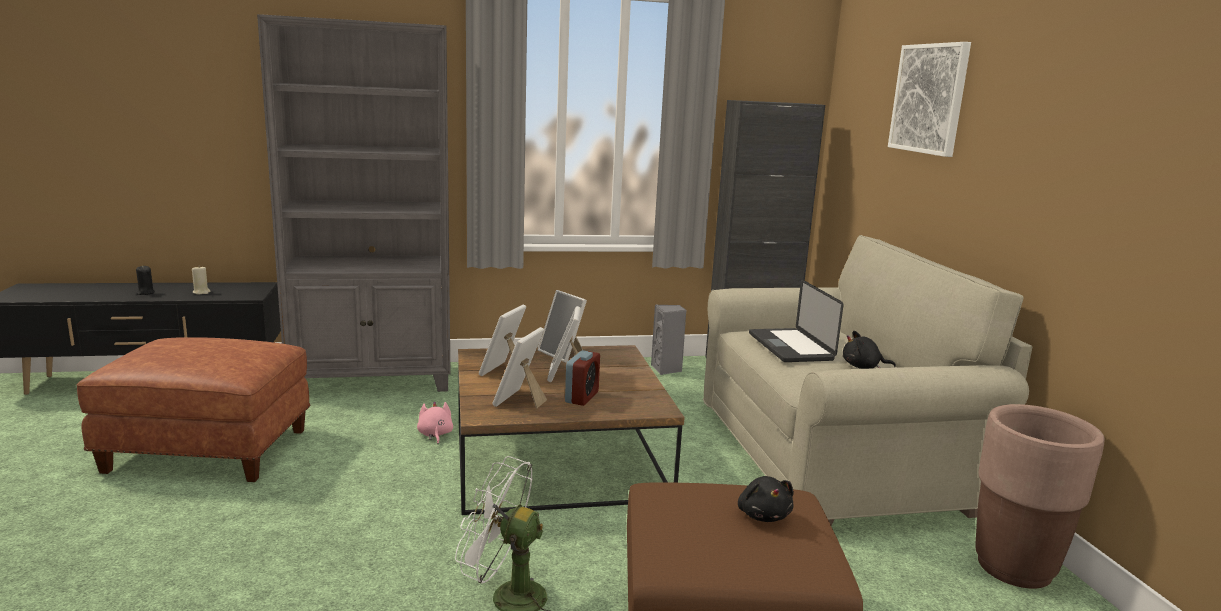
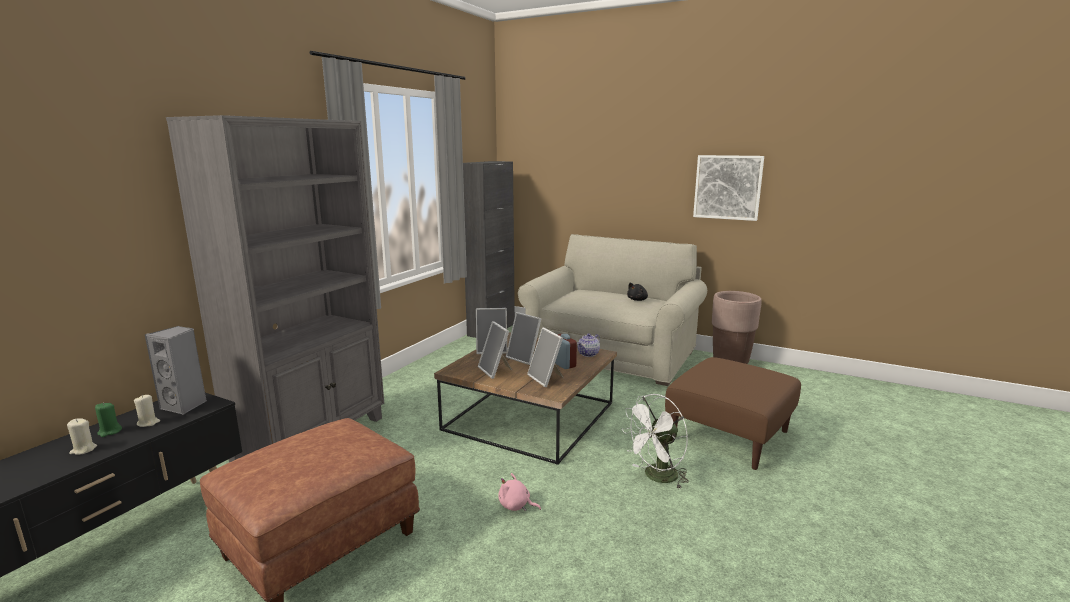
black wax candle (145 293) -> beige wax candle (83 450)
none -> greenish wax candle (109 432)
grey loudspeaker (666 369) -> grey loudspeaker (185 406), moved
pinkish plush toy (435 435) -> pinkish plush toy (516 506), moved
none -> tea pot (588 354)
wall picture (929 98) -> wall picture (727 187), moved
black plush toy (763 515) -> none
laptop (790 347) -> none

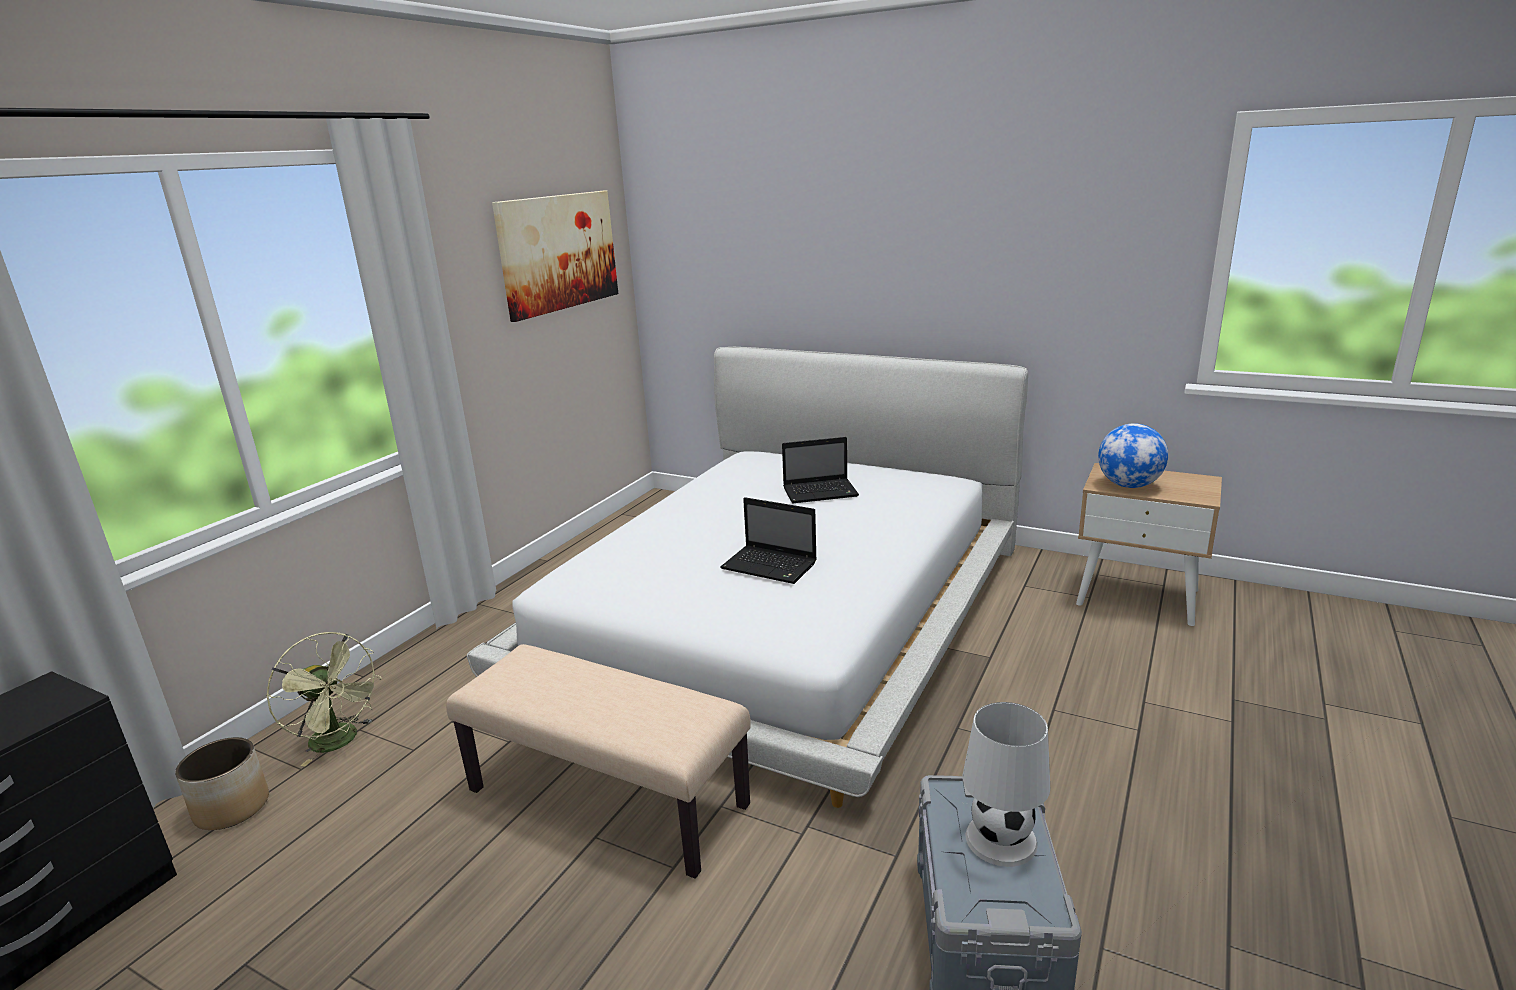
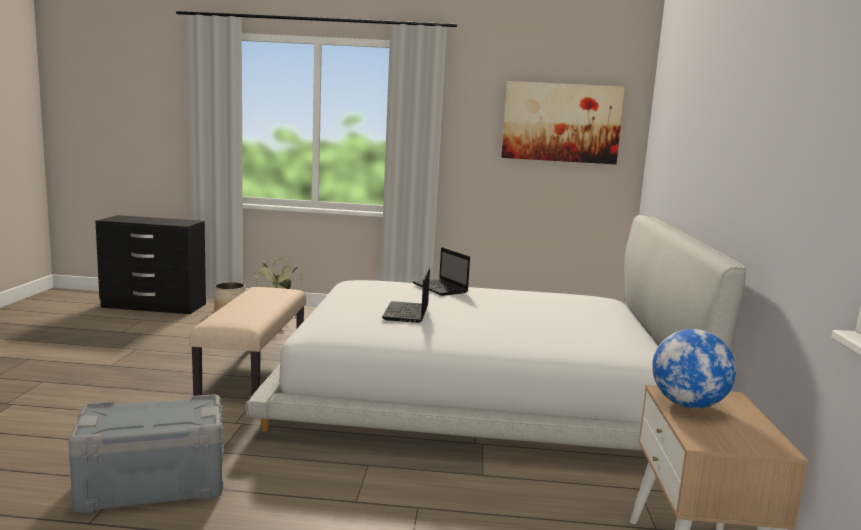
laptop (821 492) -> laptop (441 288), moved
white-coloured table lamp (1002 840) -> none

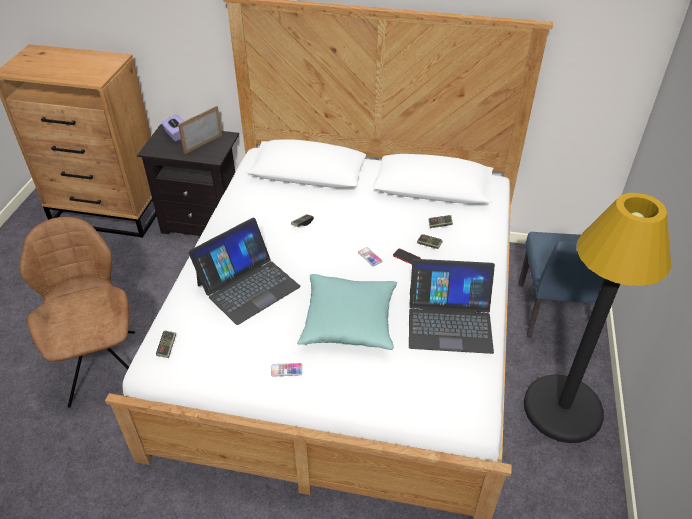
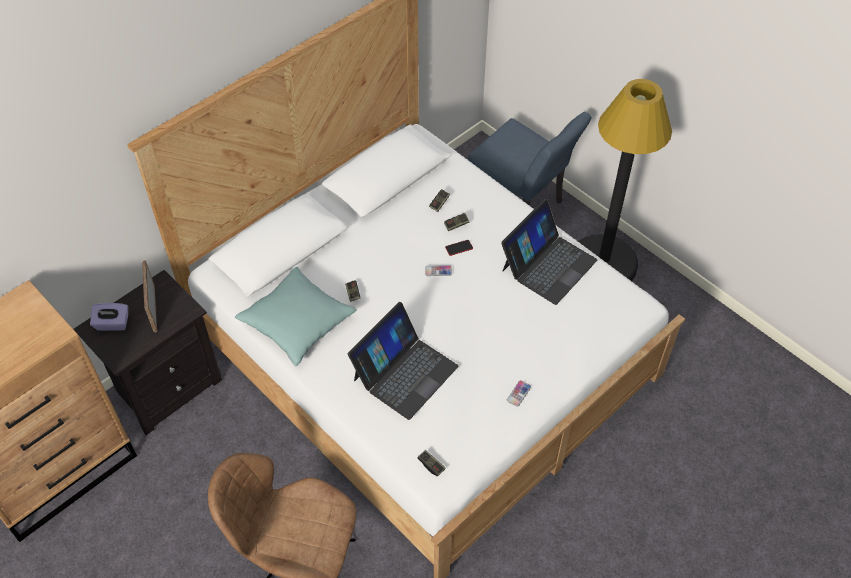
blue-green cushion (349 322) -> blue-green cushion (297 323), moved
laptop (248 285) -> laptop (404 372), 45 degrees clockwise

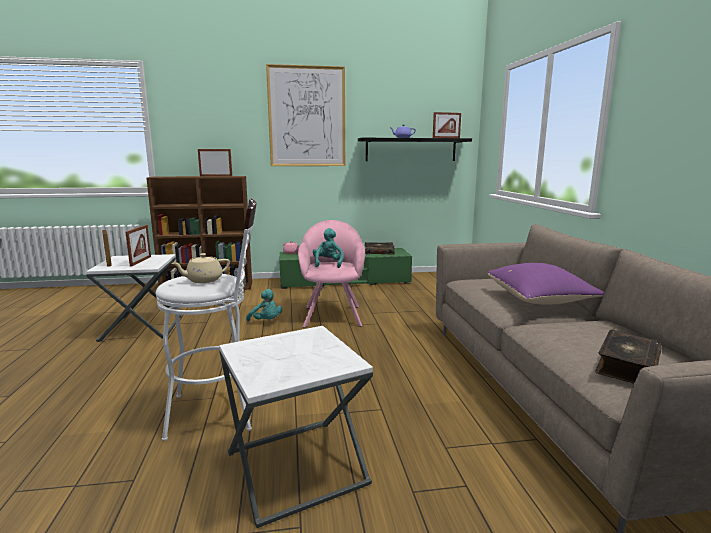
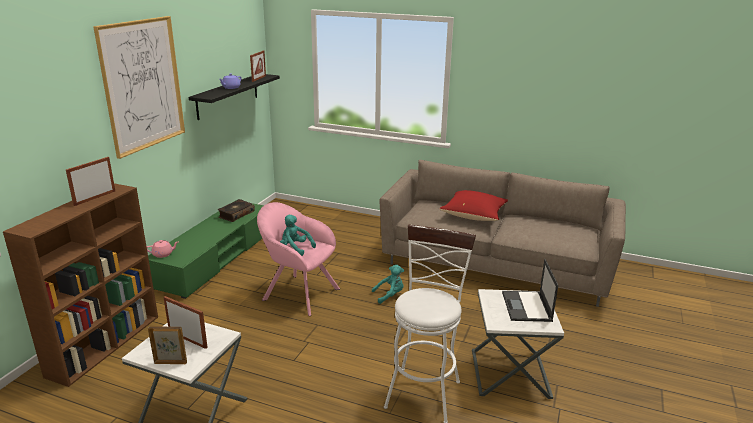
blue-green plush toy (266 321) -> blue-green plush toy (389 295), moved
purple cushion (540 301) -> red cushion (474 216)
none -> laptop (527 307)
beige tea pot (203 280) -> none
book (626 367) -> none

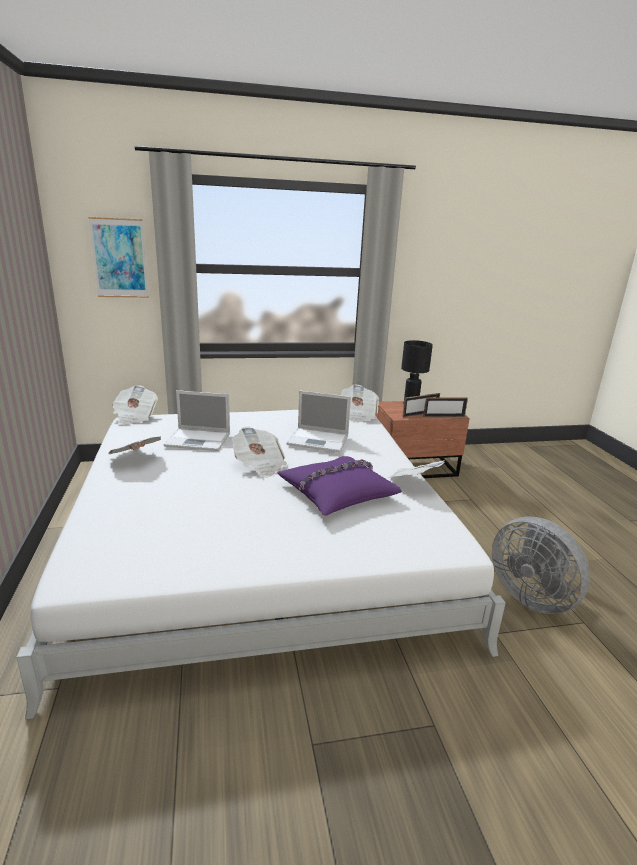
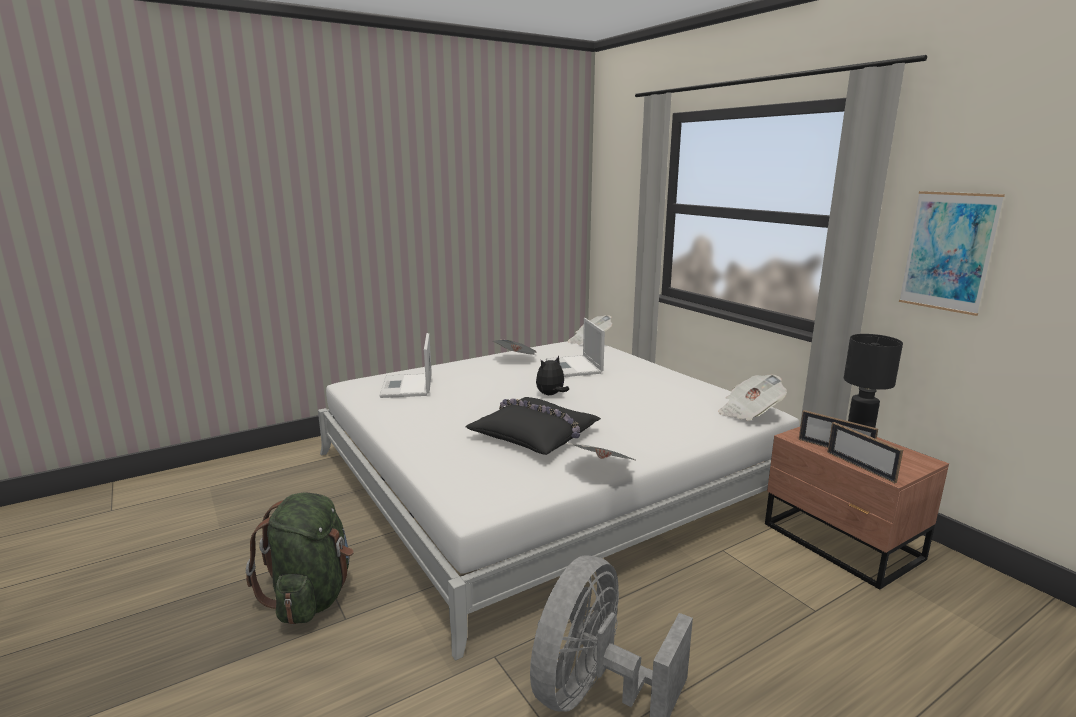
none -> greenish backpack (312 596)
laptop (319 440) -> laptop (407 387), moved
purple cushion (337 492) -> black cushion (535 435)
newspaper (259 465) -> plush toy (551 395)
wall picture (119 258) -> wall picture (948 252), moved

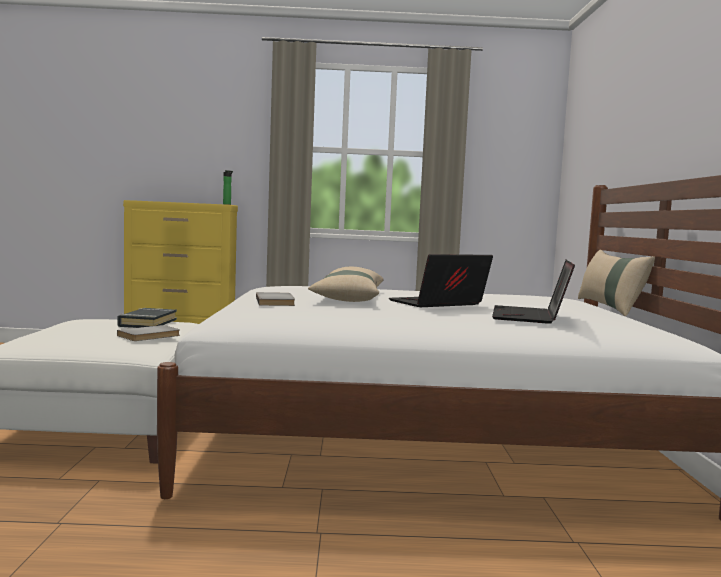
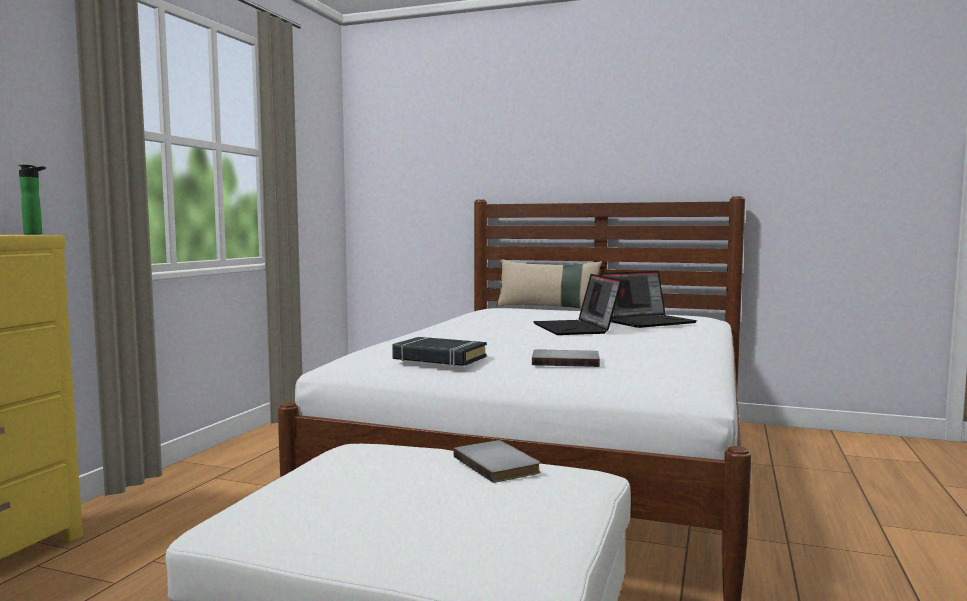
black book (147 323) -> black book (439 358), moved
laptop (530 317) -> laptop (648 322), 60 degrees counterclockwise
beige cushion (348 297) -> none

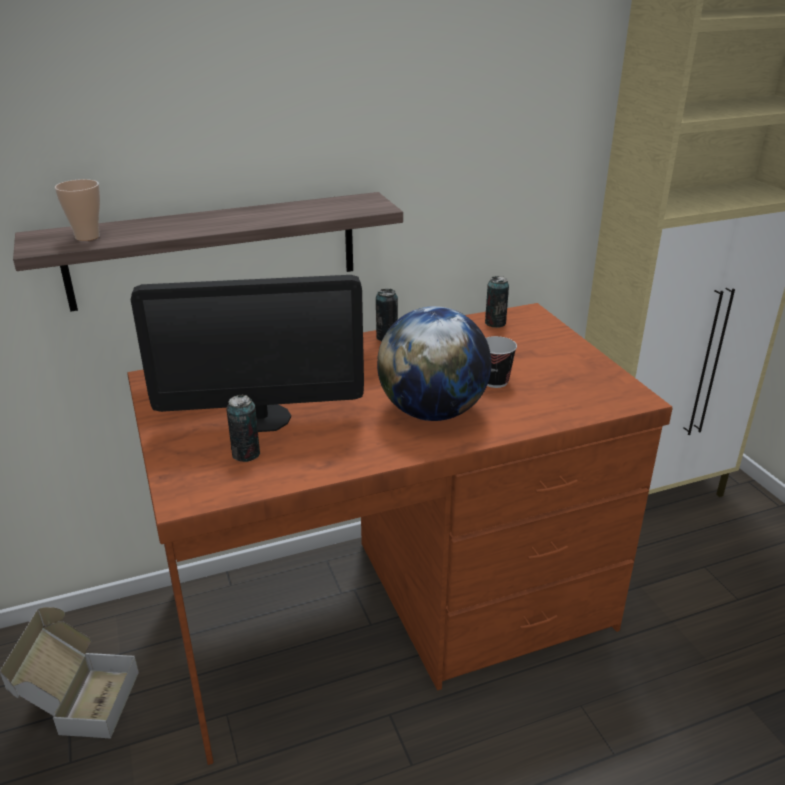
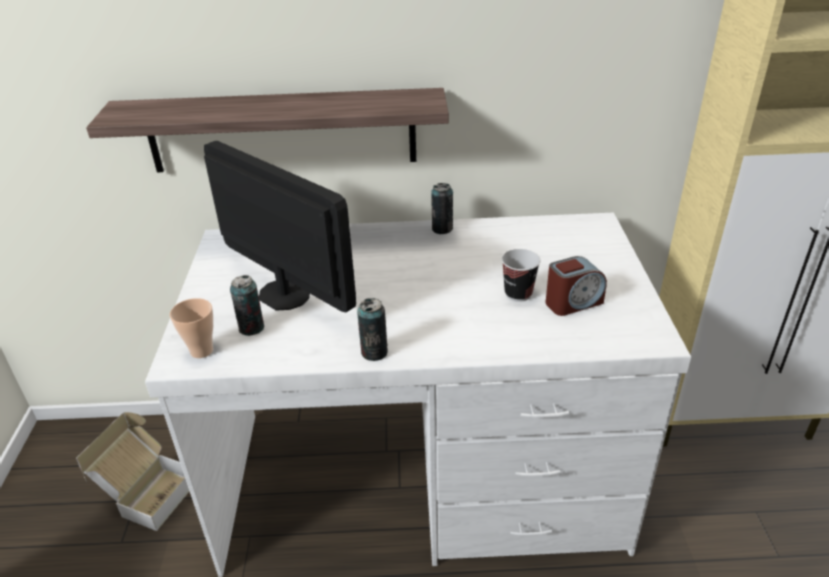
brownish desk (392 613) -> white-coloured desk (423 481)
small cup (87 237) -> small cup (201 351), moved
monitor (261 418) -> monitor (284 294), 150 degrees counterclockwise
sealed can (495 323) -> sealed can (374 352), moved
none -> bedside clock (573 302)
world globe (432 412) -> none

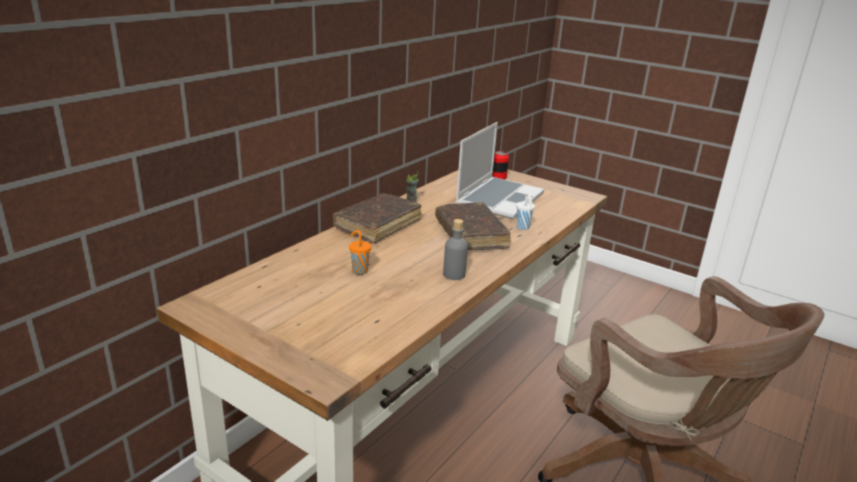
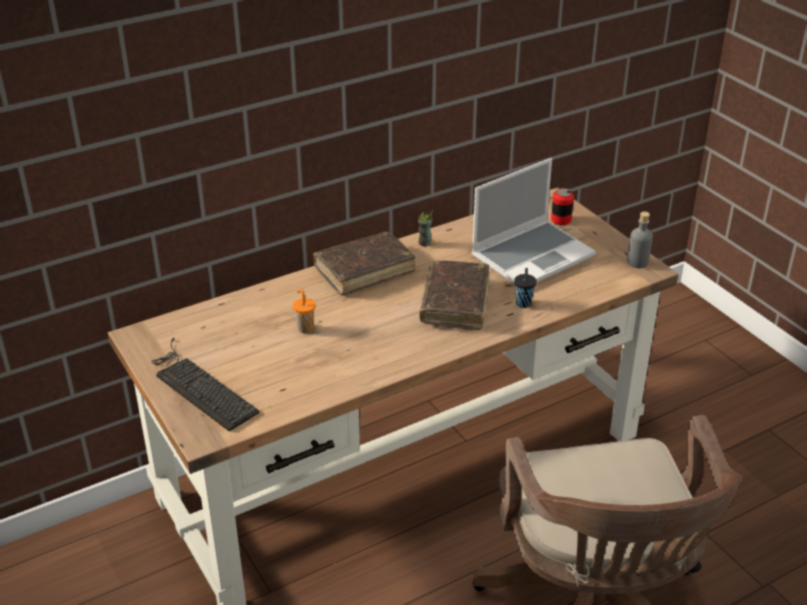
none -> PC keyboard (199 386)
white-coloured small cup (523 228) -> black small cup (523 304)
grey drink bottle (454 275) -> grey drink bottle (637 262), moved

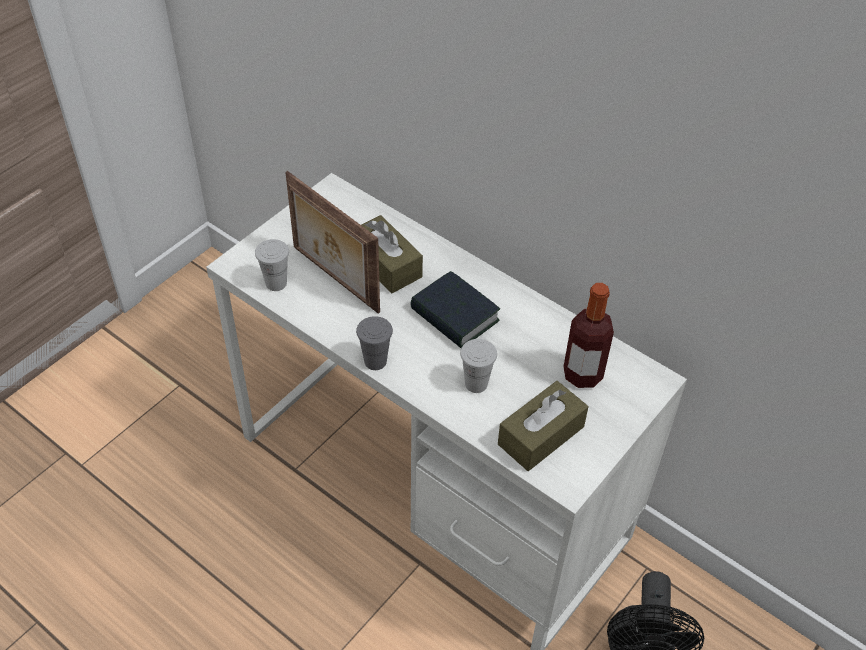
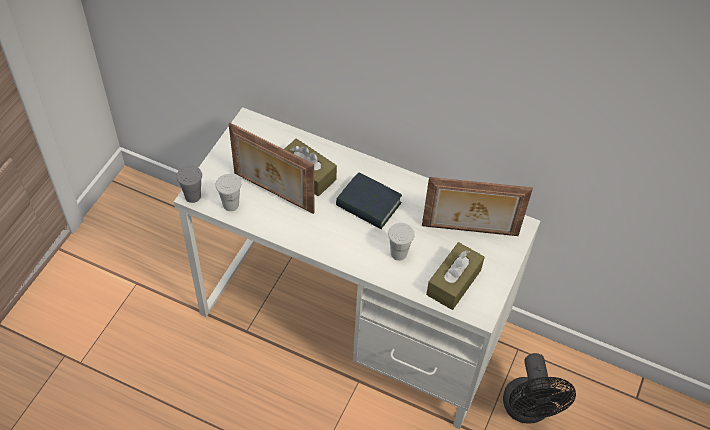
grey small cup (375 361) -> grey small cup (193 196), moved
drink bottle (582 374) -> picture frame (469 231)

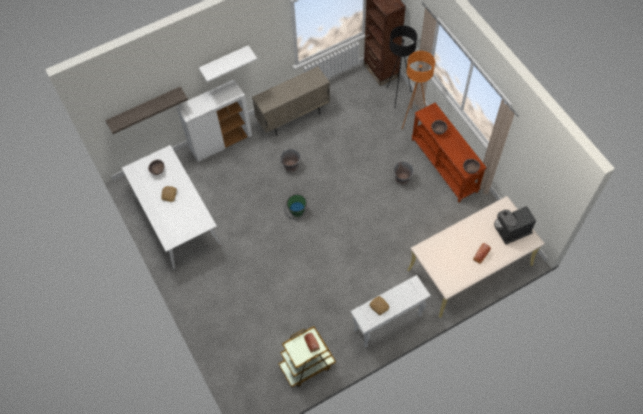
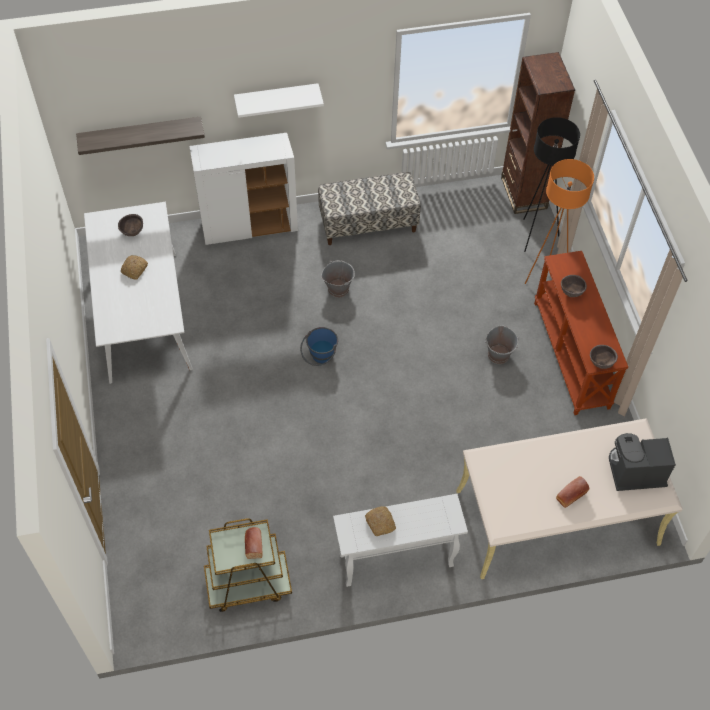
greenish pail (296 213) -> bluish pail (320 358)
beige cabinet (293 118) -> indoor bench (368 223)

